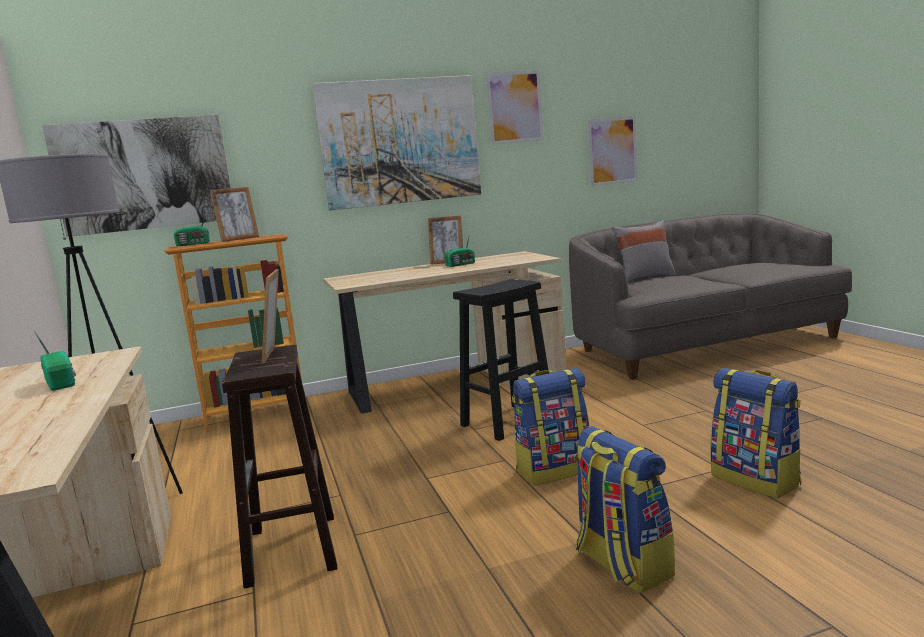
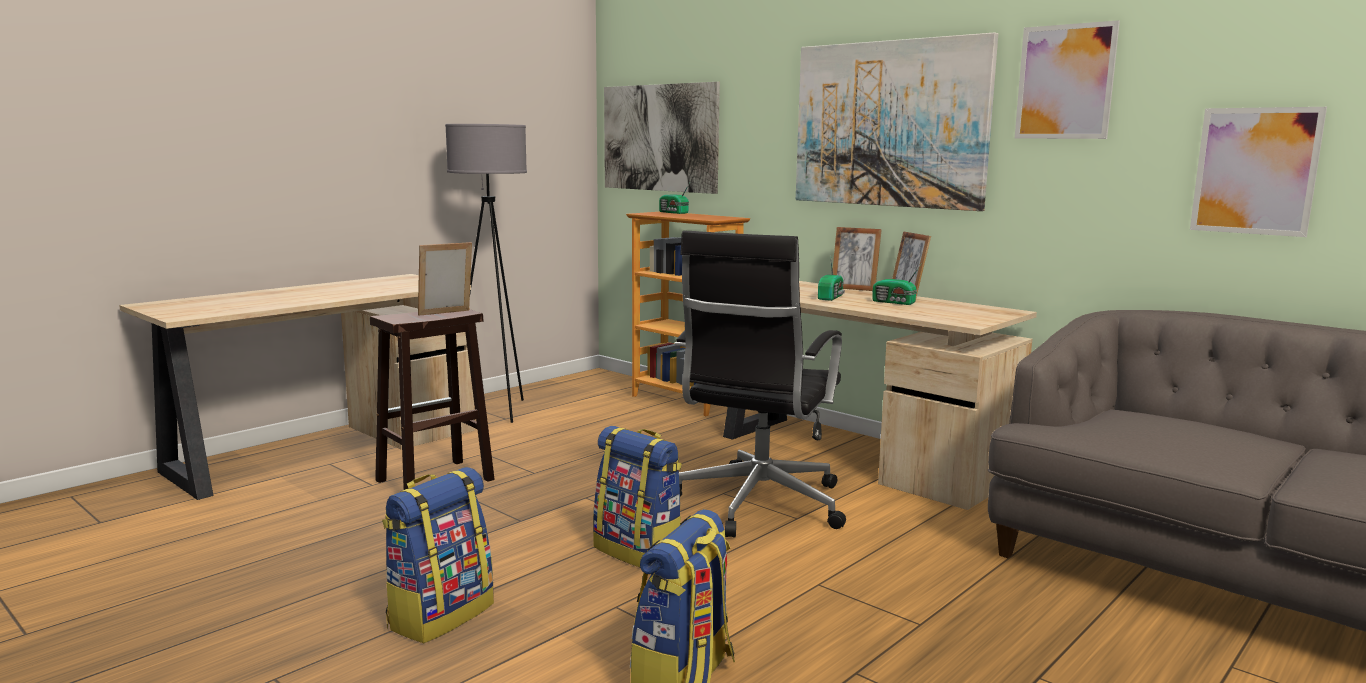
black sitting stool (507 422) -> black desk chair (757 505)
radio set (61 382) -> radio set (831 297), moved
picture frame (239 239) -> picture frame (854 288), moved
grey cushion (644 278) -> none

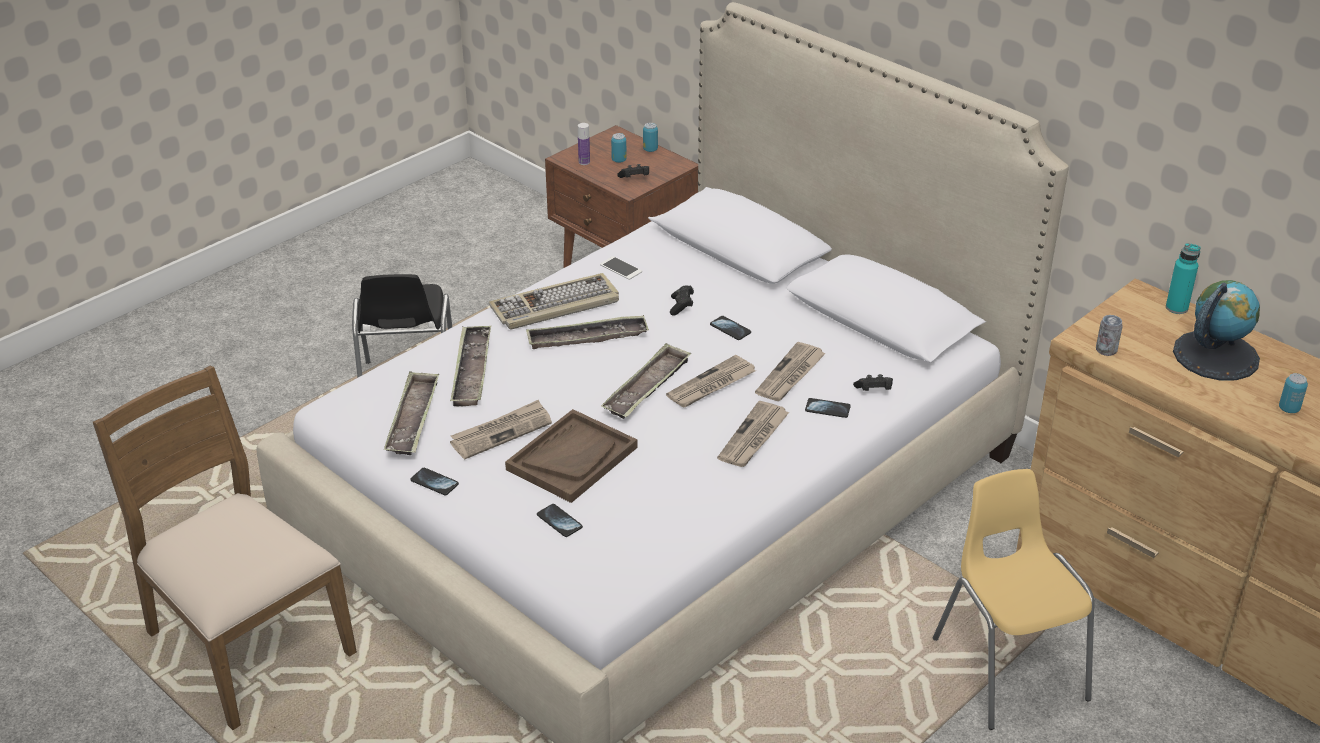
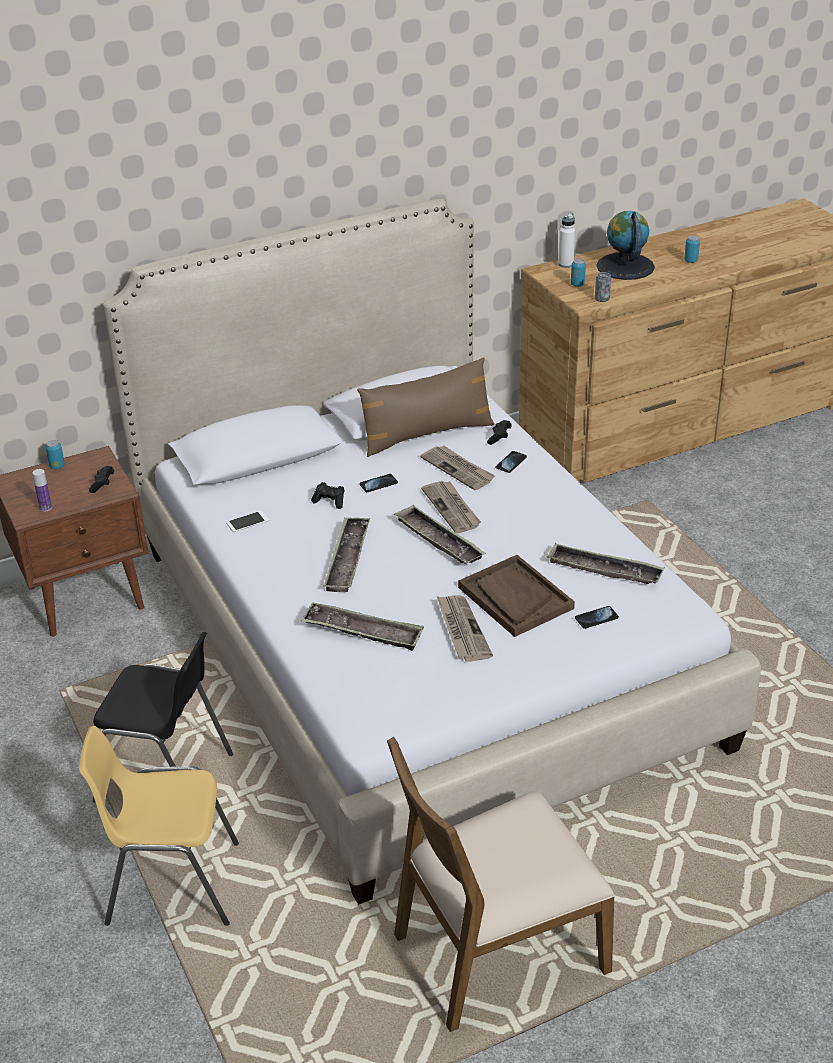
yellow upright chair (1008 668) -> yellow upright chair (171 884), moved
none -> brownish cushion (426 434)
carrying tray (413 419) -> carrying tray (604 570), moved
blue-green drink bottle (1176 308) -> white-coloured drink bottle (566 264)
sealed can (619 160) -> sealed can (577 284), moved
handset (434 482) -> none
PC keyboard (555 306) -> none
newspaper (753 437) -> none

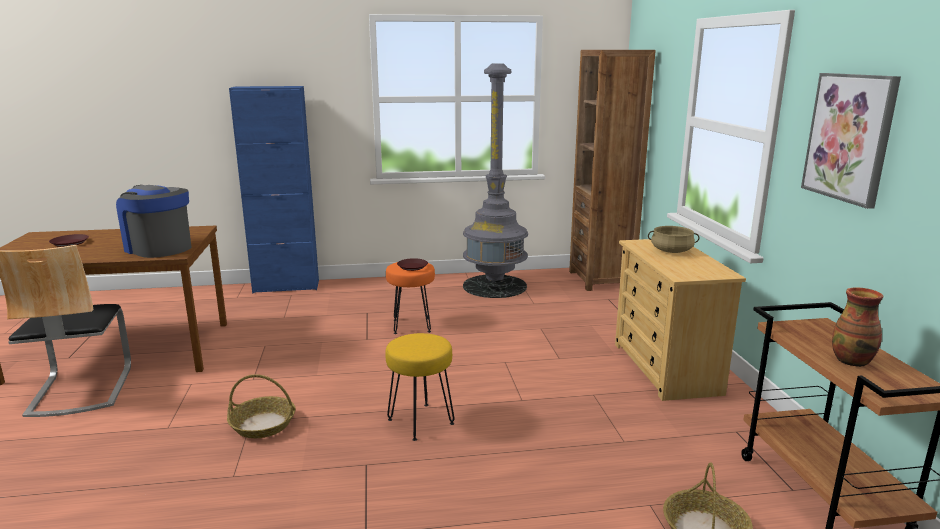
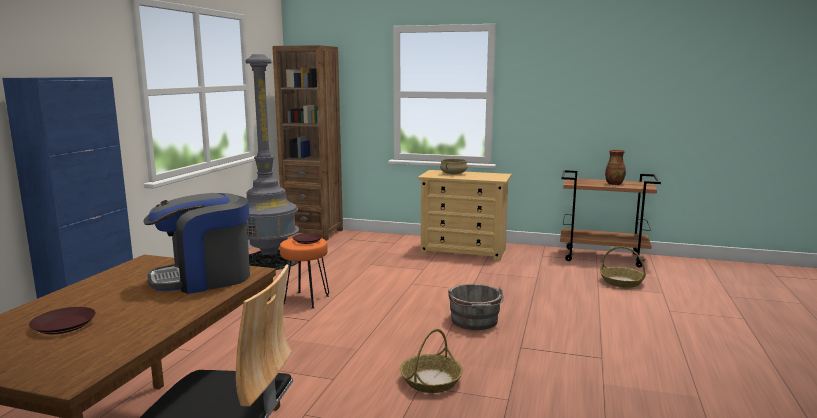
yellow sitting stool (421 421) -> grey pail (475 321)
wall picture (849 137) -> none

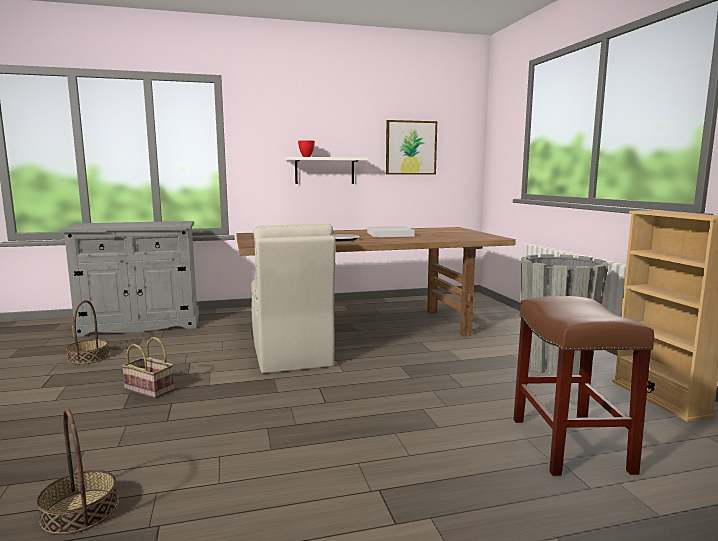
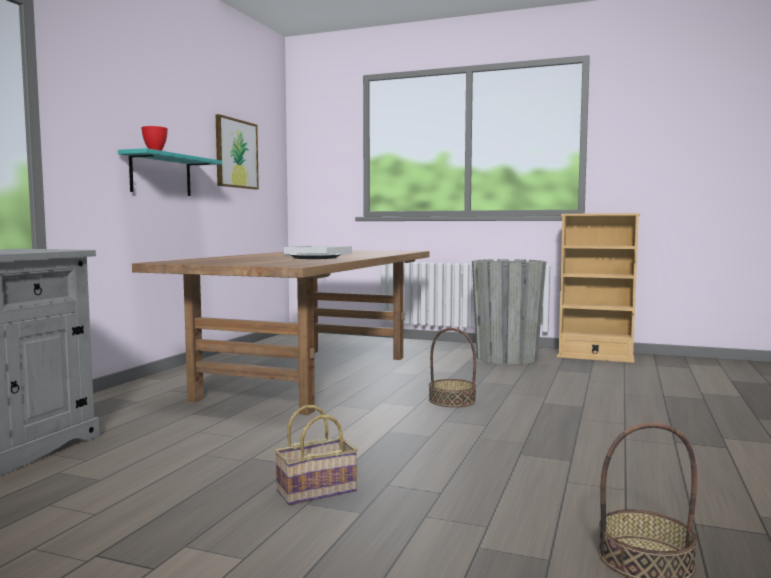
white-coloured shelf (324 171) -> blue-green shelf (161 175)
household basket (88 357) -> household basket (452 400), moved
beige upright chair (291 355) -> none
brownish sitting stool (571 445) -> none

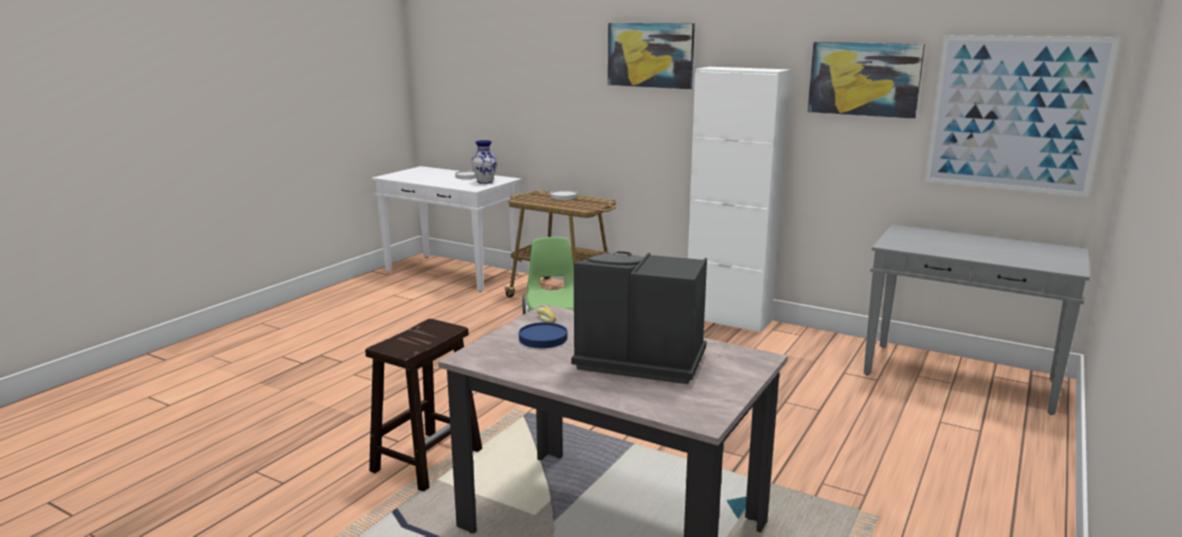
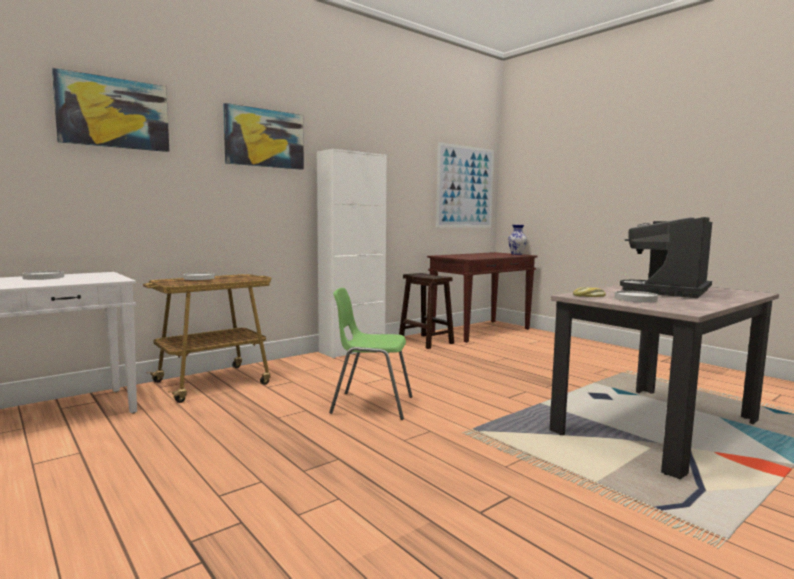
wall picture (864 79) -> wall picture (114 113), moved
brownish sitting stool (428 459) -> brownish sitting stool (425 341), moved
grey console table (961 377) -> brownish console table (481 331)
vase (484 182) -> vase (516 254), moved
bluish plate (543 338) -> white-coloured plate (635 299)

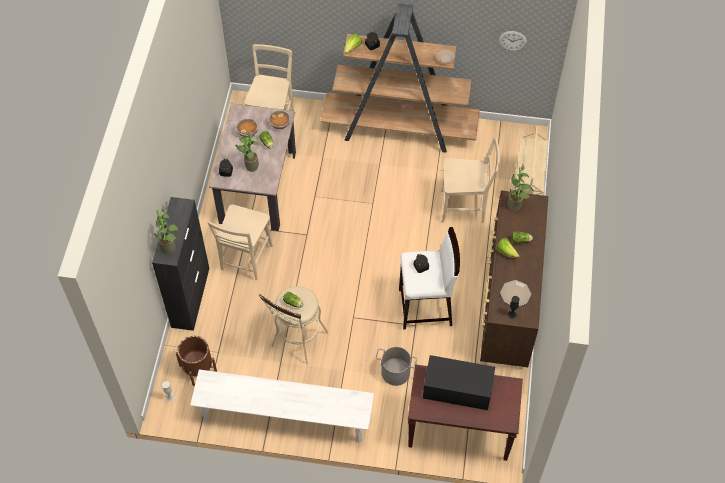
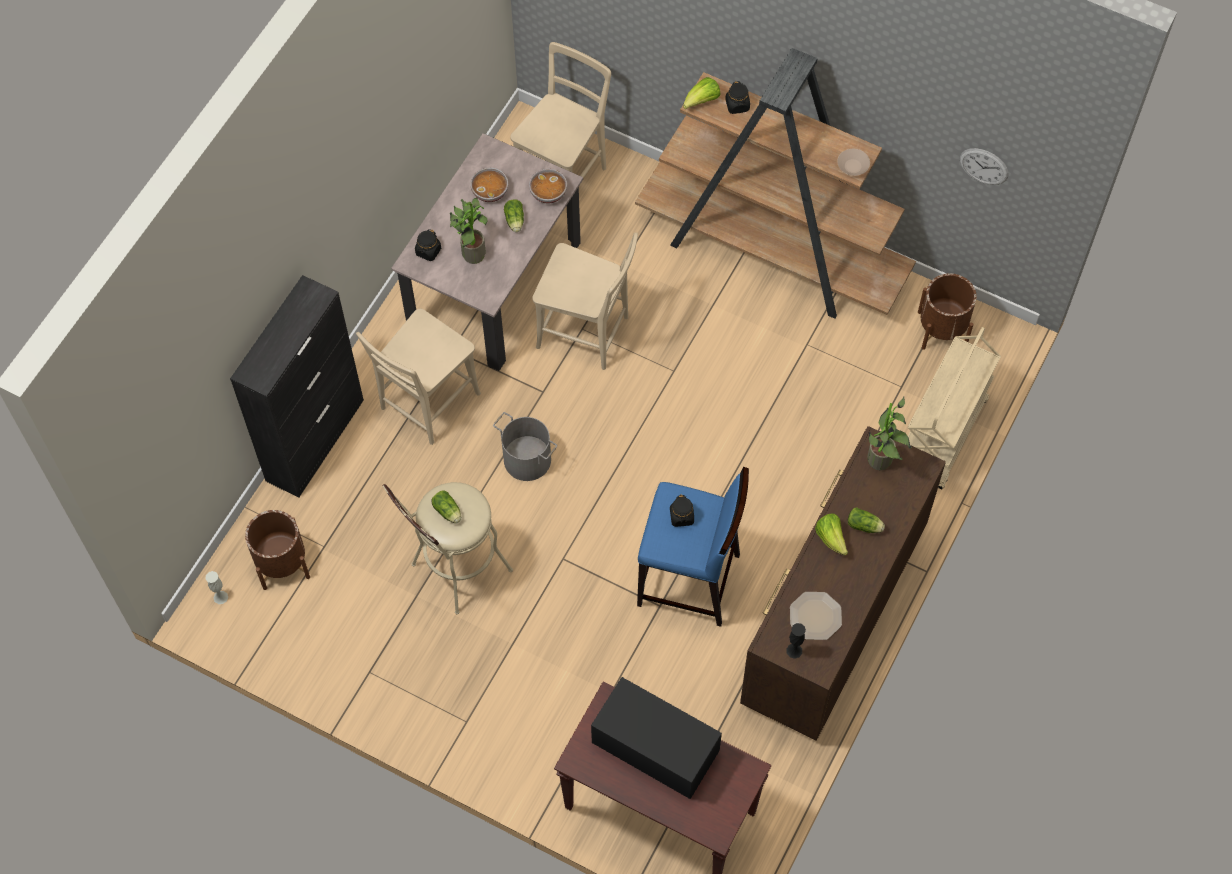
grey pail (395 372) -> grey pail (527 459), moved
beige upright chair (465 207) -> beige upright chair (588 334), moved
white-coloured sitting stool (426 307) -> bluish sitting stool (690 581)
none -> brownish flower pot (942 329)
plant in a pot (170 248) -> none
white-coloured indoor bench (284 417) -> none

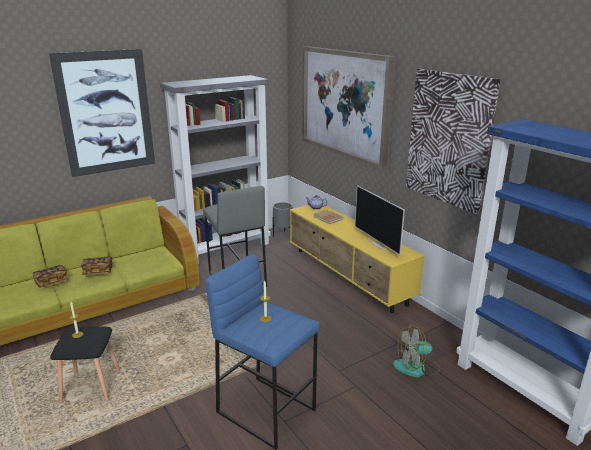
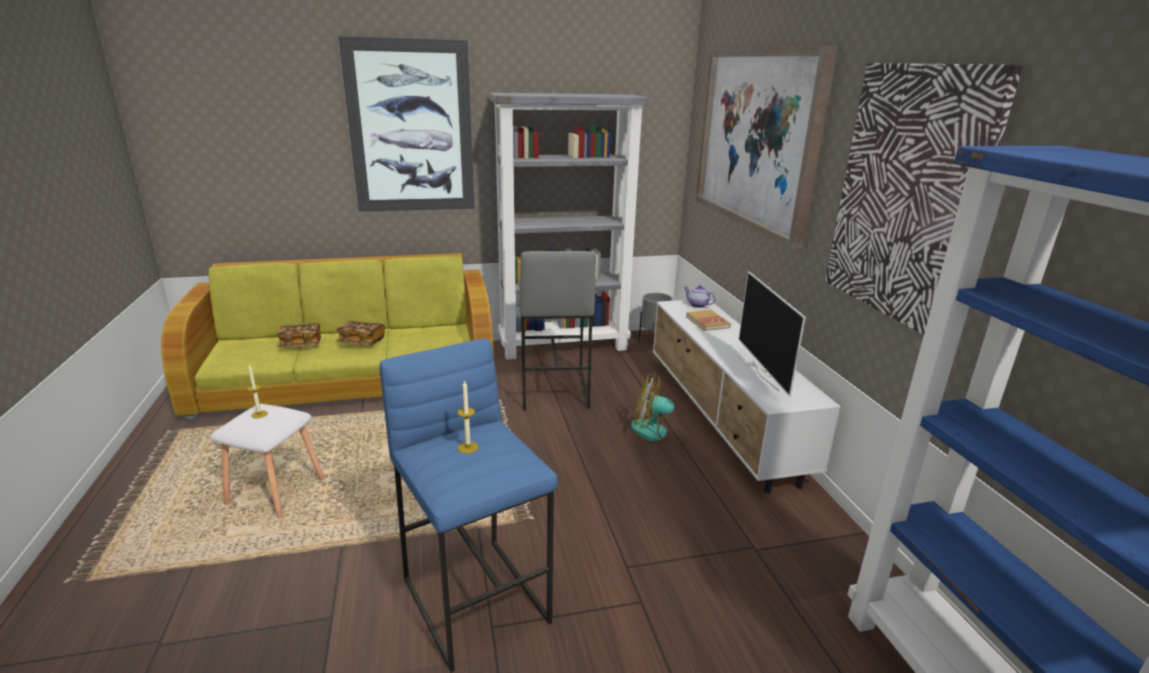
black sitting stool (92 386) -> white-coloured sitting stool (277 491)
electric fan (416 367) -> electric fan (657 432), moved
yellow tv stand (348 276) -> white-coloured tv stand (722 419)

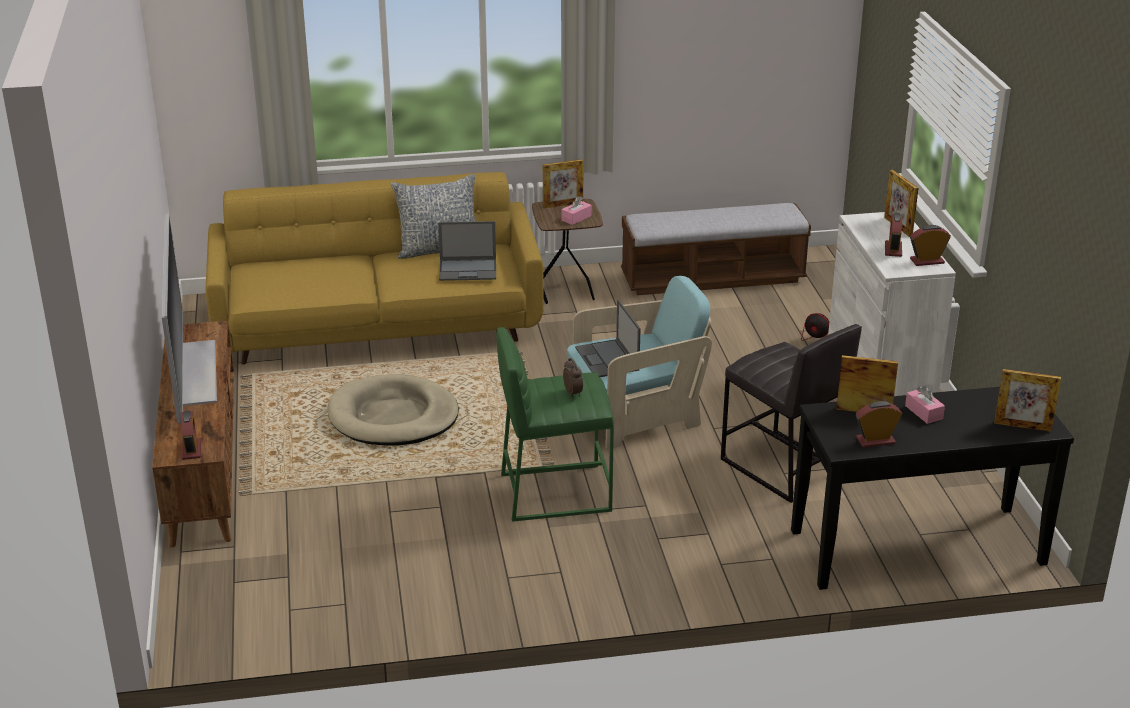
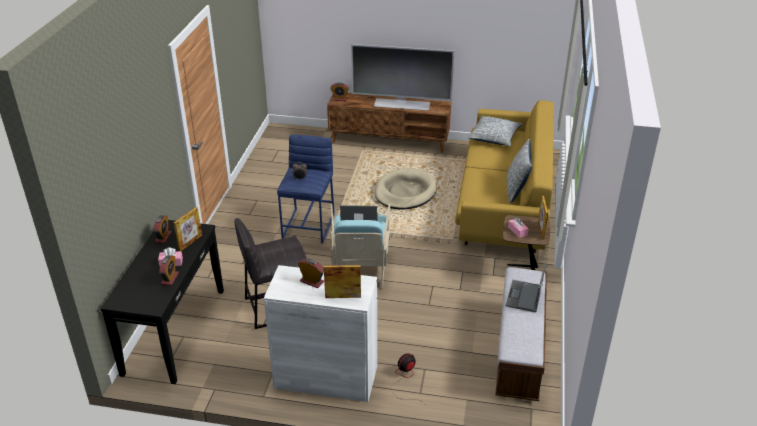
bedside clock (927 261) -> bedside clock (170 278), moved
greenish sitting stool (554 492) -> bluish sitting stool (309 225)
none -> cushion (494 137)
laptop (468 270) -> laptop (524 296), moved
picture frame (1022 426) -> none

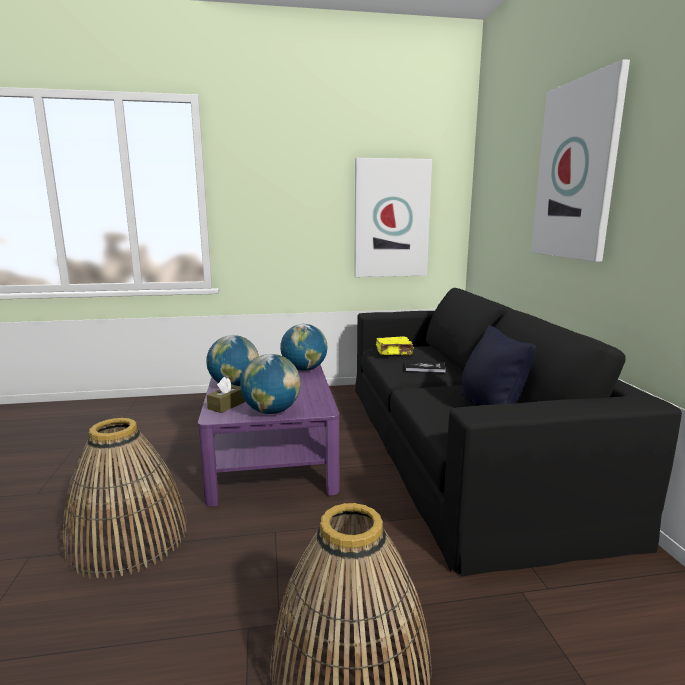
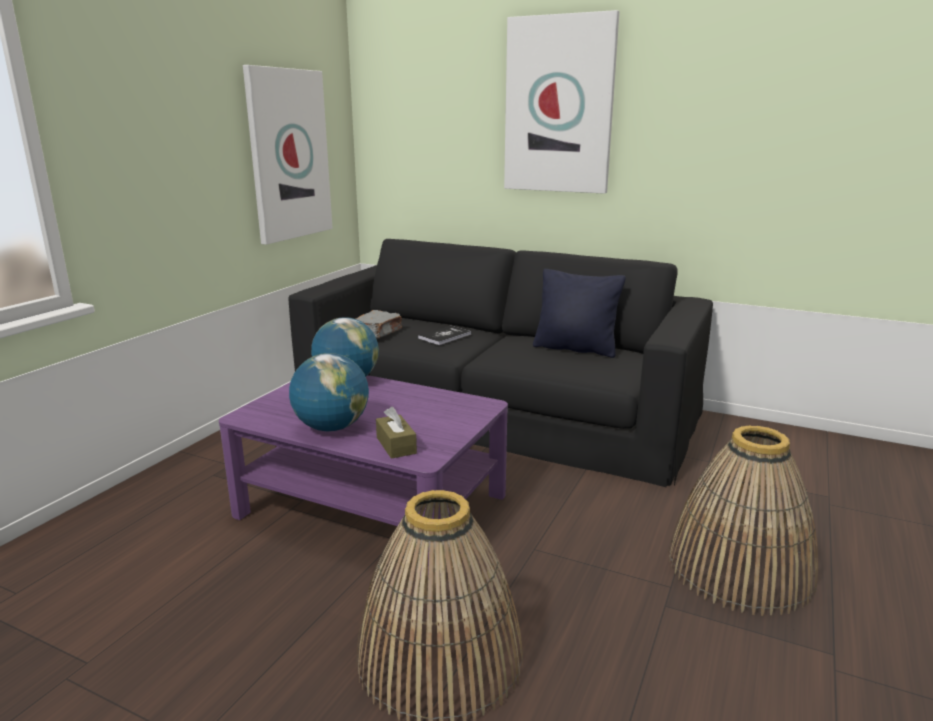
yellow book (394 353) -> grey book (378 333)
world globe (271 411) -> none

